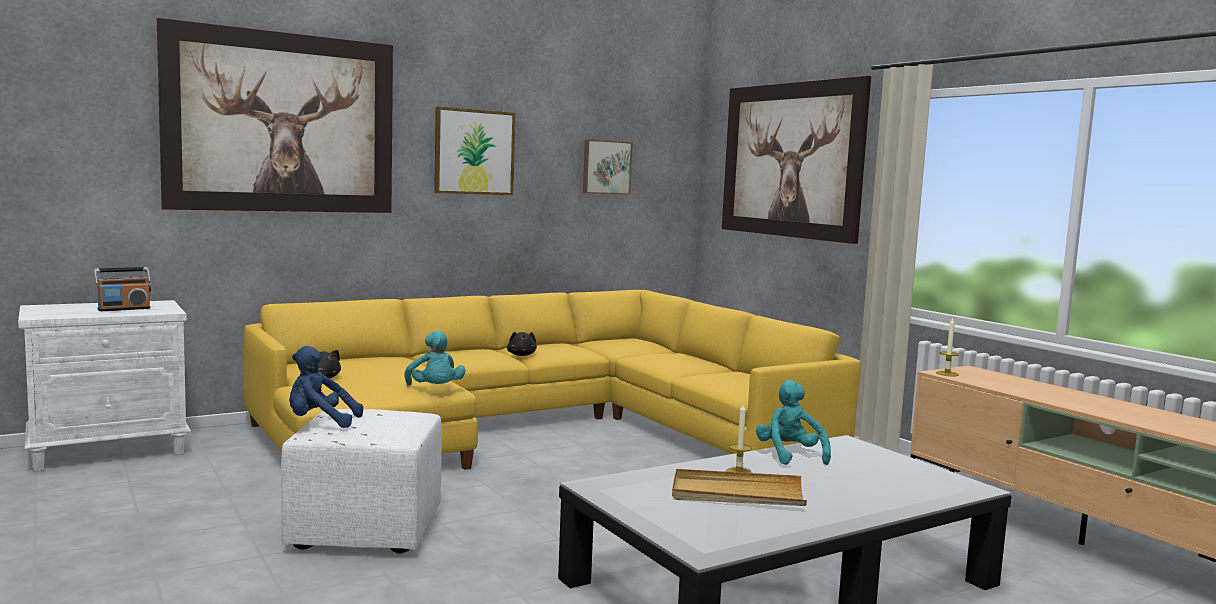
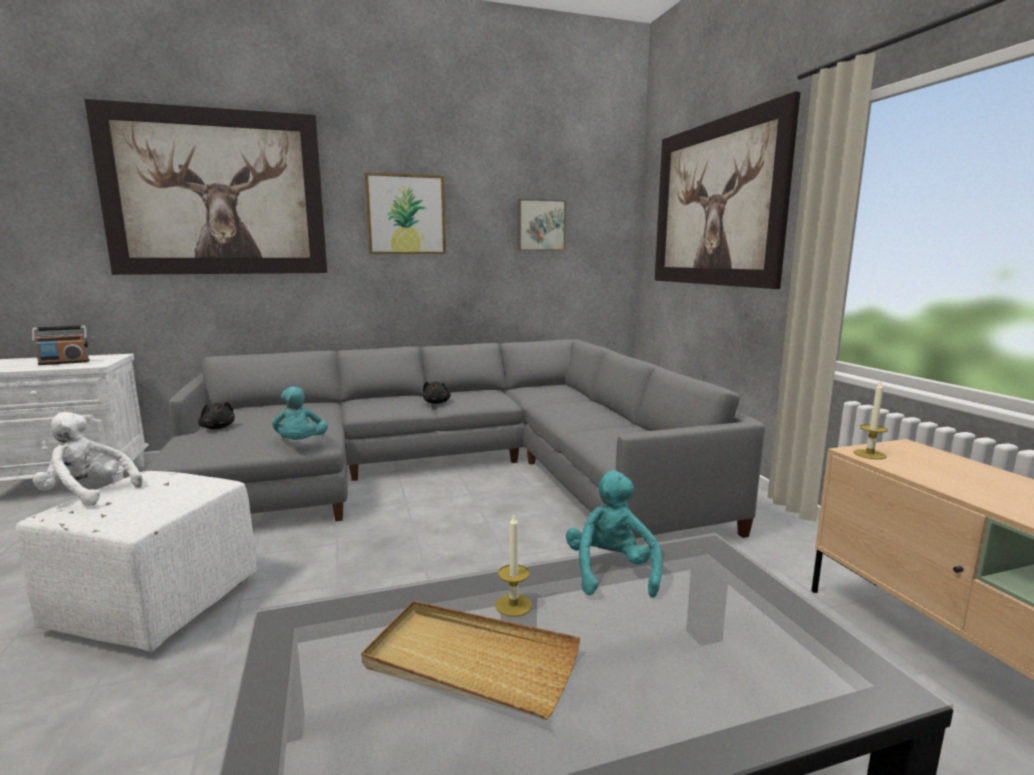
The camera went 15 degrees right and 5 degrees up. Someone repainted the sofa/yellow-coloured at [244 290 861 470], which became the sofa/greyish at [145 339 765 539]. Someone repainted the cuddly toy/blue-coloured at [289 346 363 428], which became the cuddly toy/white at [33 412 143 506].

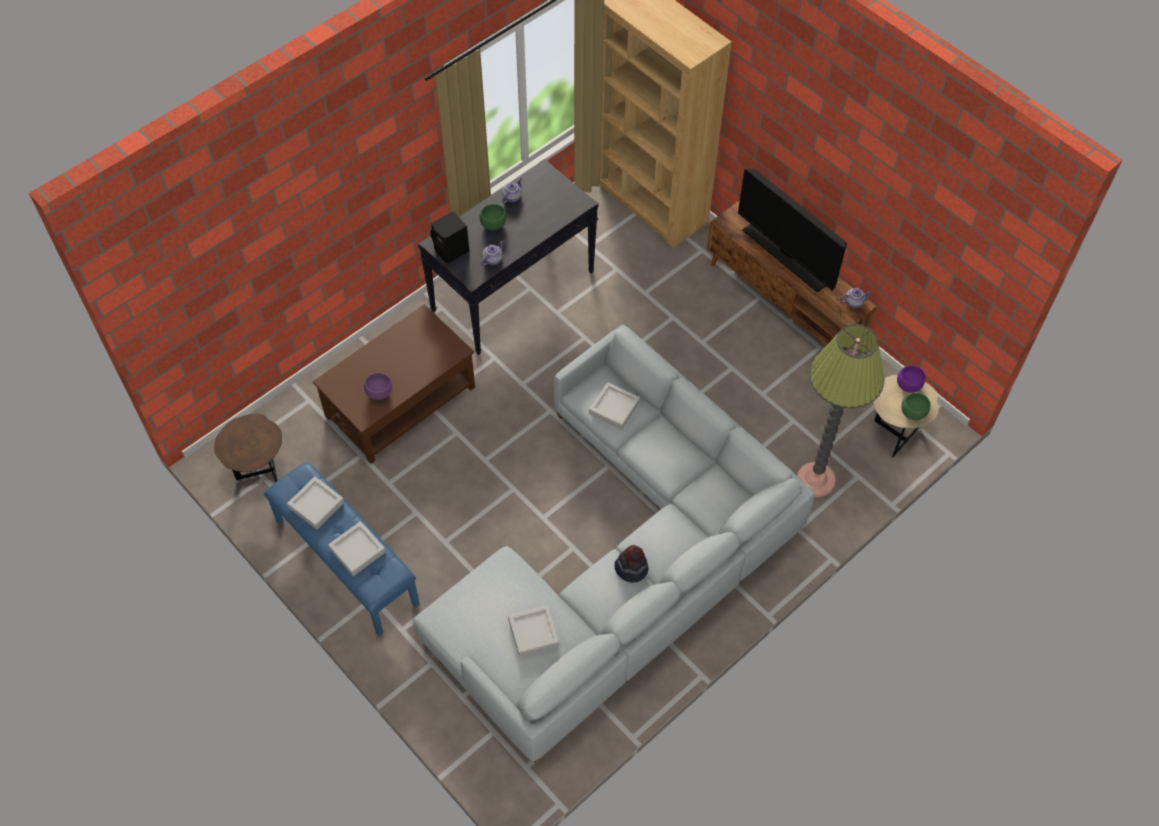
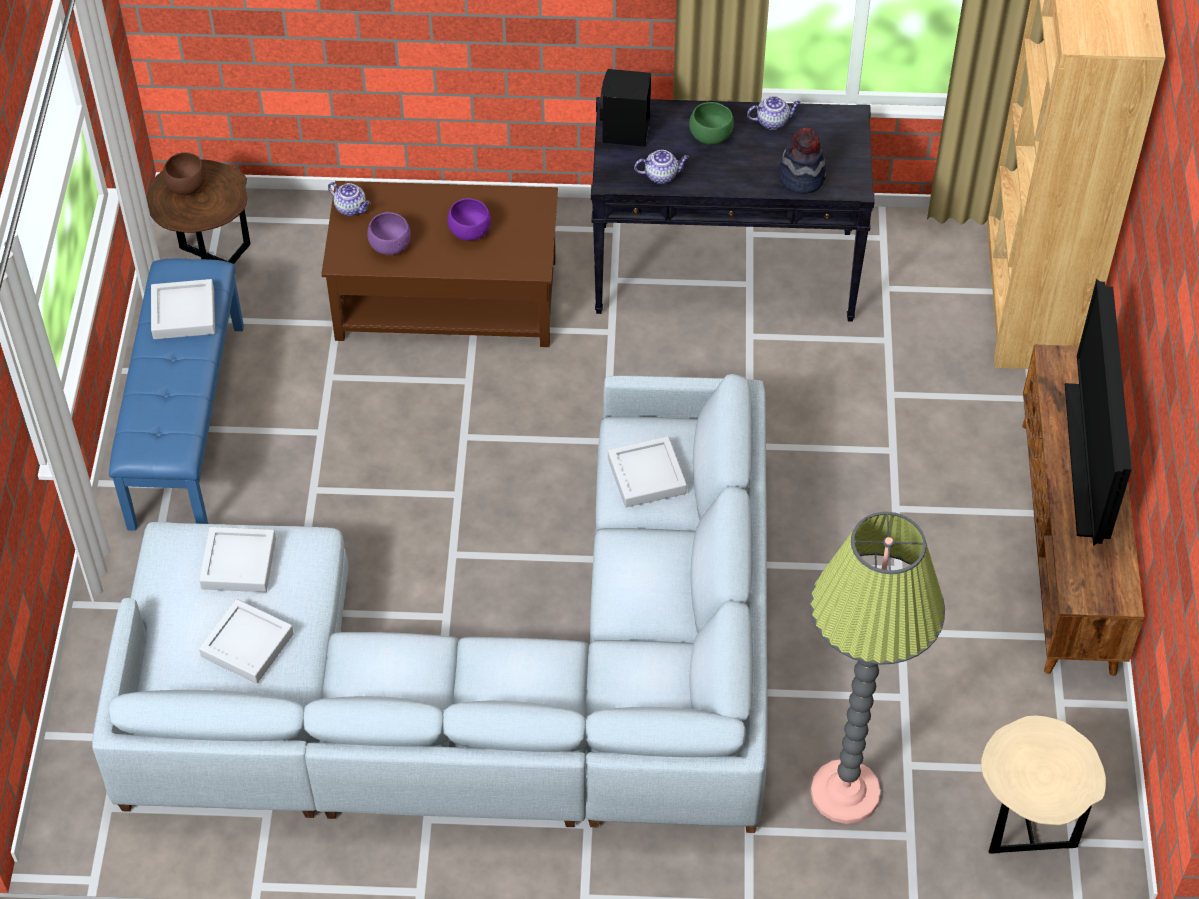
The camera went 45 degrees right and 5 degrees down. Someone carried the tea pot from [840 288 872 308] to [328 182 370 216]. Someone carried the bowl/purple-coloured from [897 366 926 393] to [447 198 491 241]. Someone took away the bowl/green at [901 393 930 420]. Someone carried the tray/greyish from [328 521 386 576] to [199 527 276 592]. Someone carried the wearable hat from [614 545 648 583] to [778 127 826 194]. Someone put down the bowl/brown-coloured at [163 152 206 195].

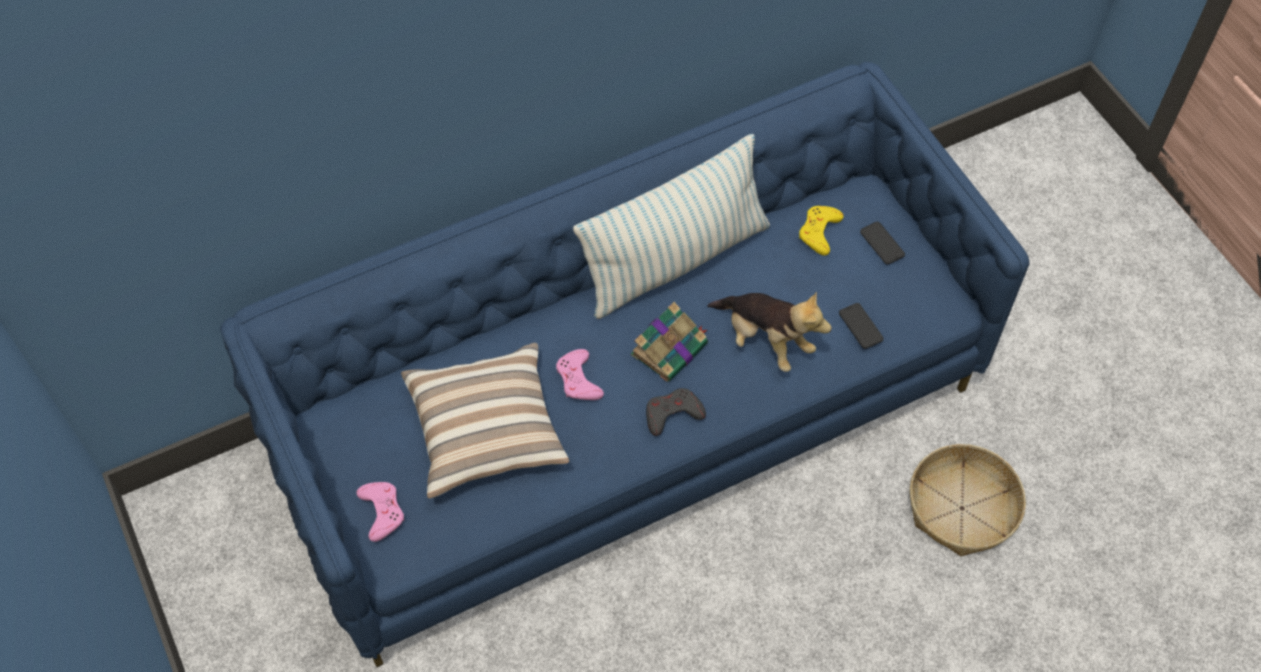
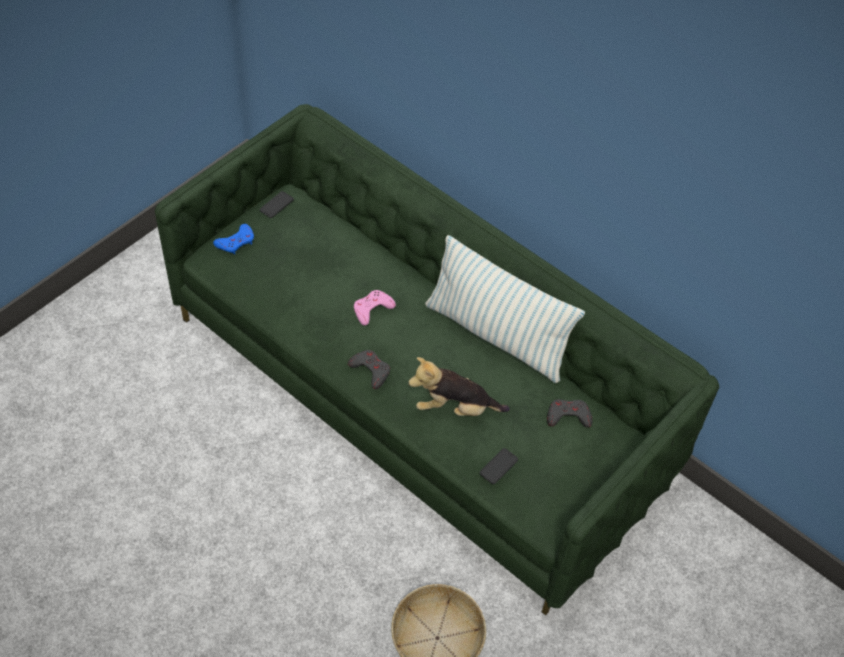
The camera went 65 degrees right and 5 degrees down. Someone repainted the sofa/blue-coloured at [220 62 1030 667], which became the sofa/green at [155 104 719 615]. Someone repainted the gamepad/yellow-coloured at [799 206 844 256], which became the gamepad/greyish at [547 399 593 427]. Someone carried the telephone from [860 222 905 265] to [260 191 294 218]. Someone rotated the cuddly toy at [707 292 832 372] by 75 degrees clockwise. Someone took away the book at [630 302 708 382]. Someone took away the cushion at [401 343 569 498]. Someone repainted the gamepad/pinkish at [356 482 404 542], which became the gamepad/blue-coloured at [213 224 254 255].

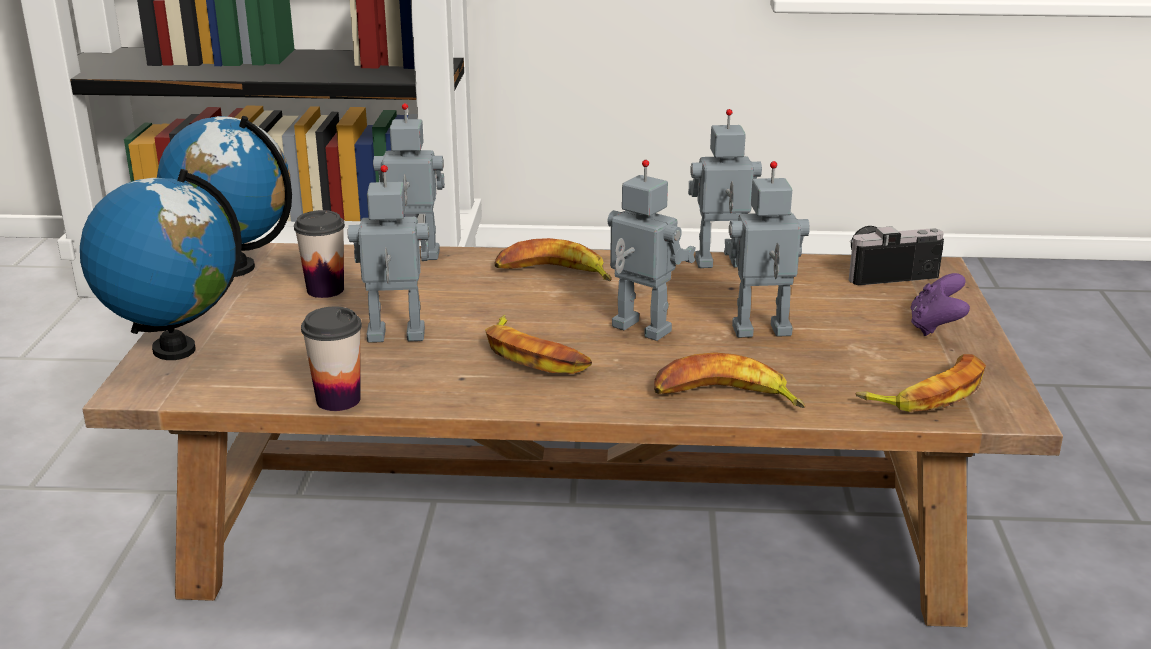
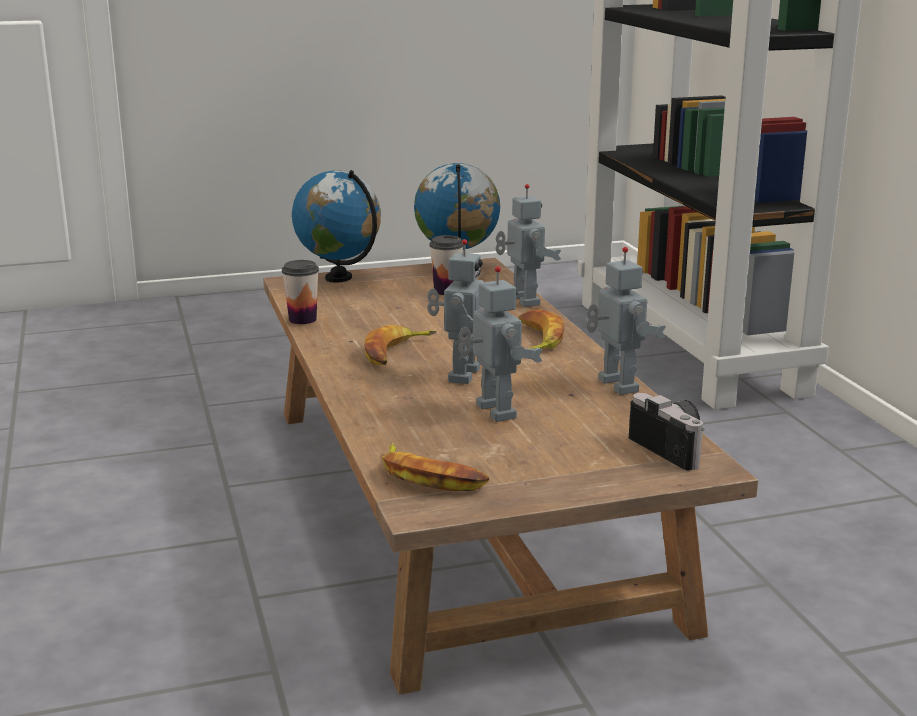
The camera went 70 degrees right and 5 degrees down. Someone took away the model robot at [348 165 429 343]. Someone took away the gamepad/purple-coloured at [910 273 970 336]. Someone took away the whole banana at [654 352 806 408].

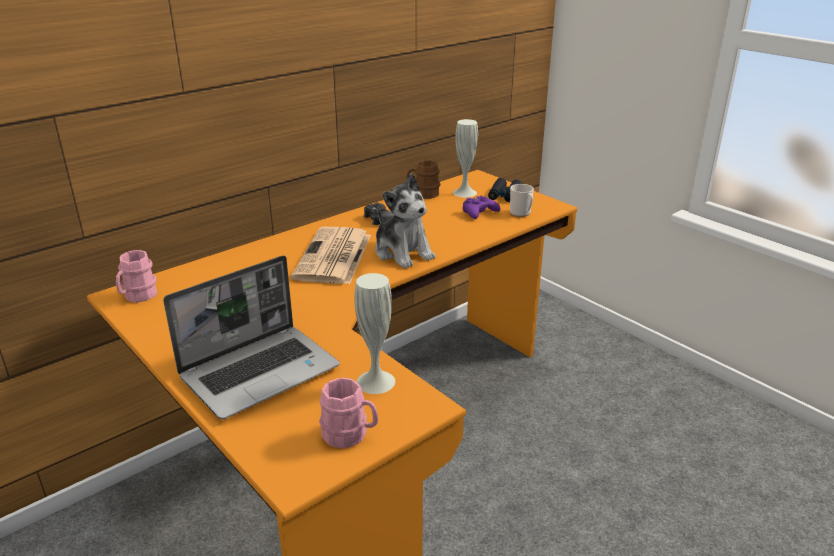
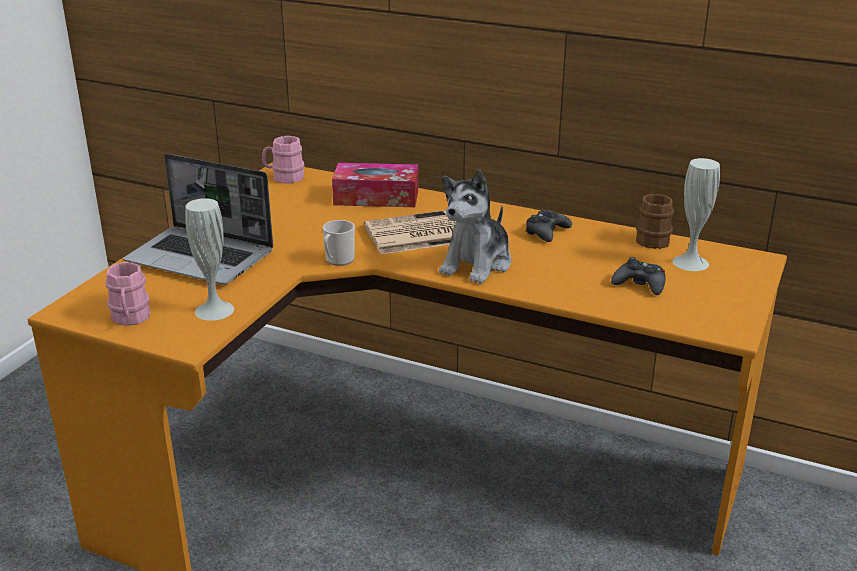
The camera went 65 degrees right and 0 degrees up. Someone took away the binoculars/black-coloured at [488 178 522 202]. Someone carried the mug from [510 184 534 217] to [323 220 355 266]. Someone repainted the gamepad/purple-coloured at [463 196 500 219], which became the gamepad/black-coloured at [611 257 666 295]. Someone put down the tissue holder at [332 163 418 207].

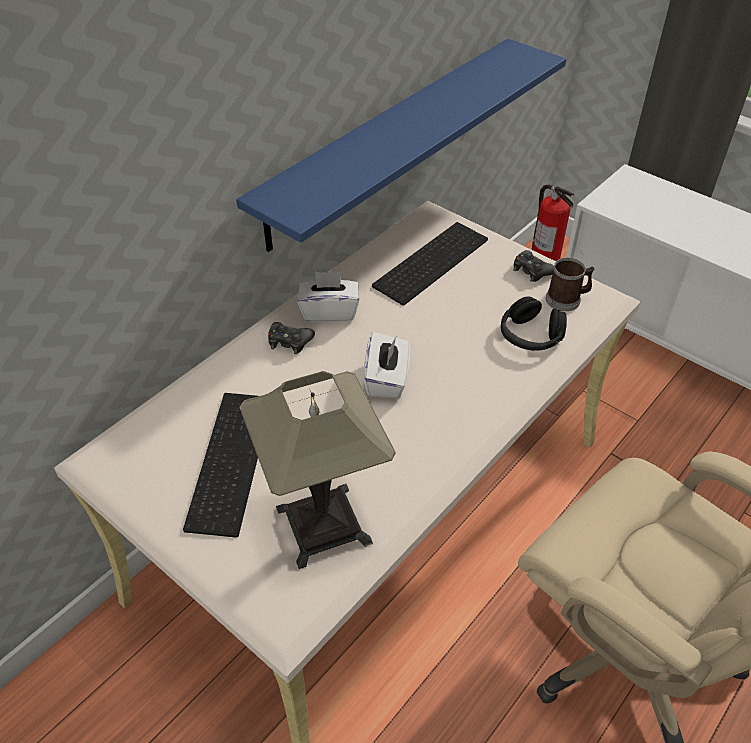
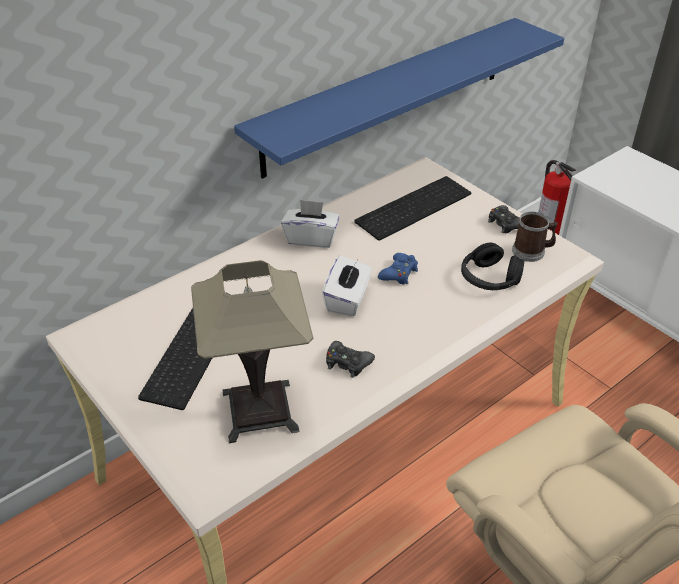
The camera went 10 degrees right and 5 degrees down. Someone carried the gamepad/black-coloured from [268 322 315 354] to [326 341 375 378]. Someone put down the gamepad/blue-coloured at [378 253 418 285].

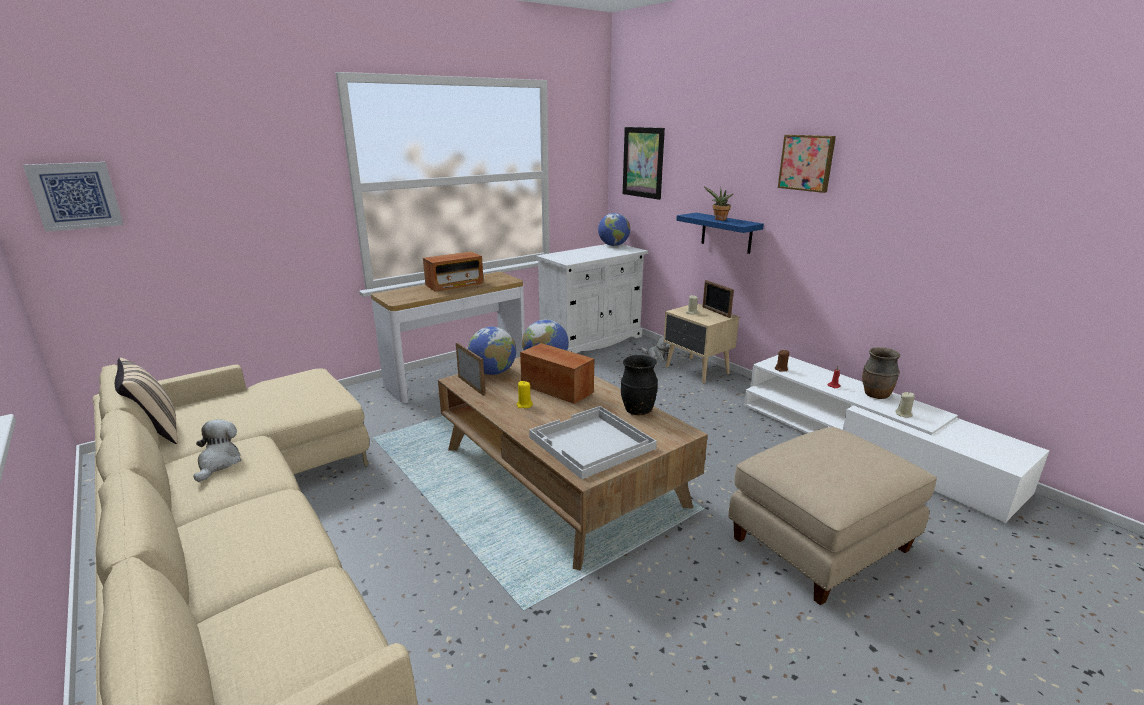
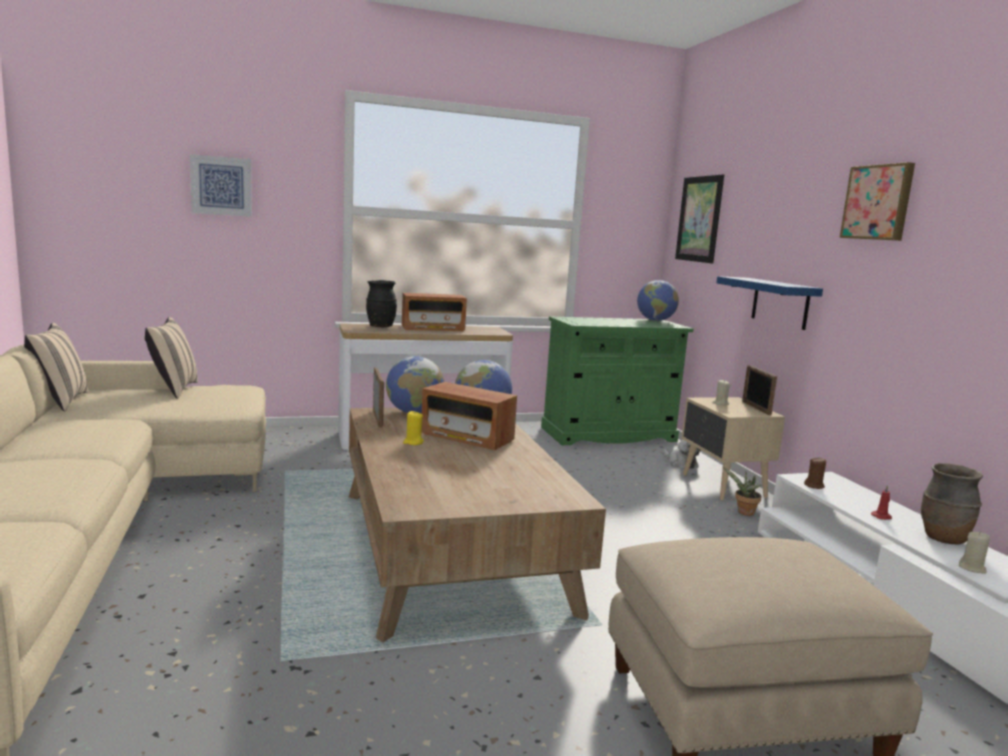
The camera went 20 degrees right and 10 degrees down. Someone carried the wall art from [23 162 124 232] to [190 154 252 217]. Someone carried the potted plant from [704 187 733 220] to [723 467 762 516]. Someone repainted the storage cabinet/white at [536 244 648 353], which became the storage cabinet/green at [541 316 694 445]. Someone rotated the radio receiver at [520 343 594 404] by 150 degrees clockwise. Someone carried the vase/black-coloured from [621 355 658 415] to [366 280 397 327]. Someone took away the tray/white at [529 406 657 479]. Someone took away the cuddly toy at [194 419 241 482]. Someone put down the cushion/beige at [145 317 198 399].

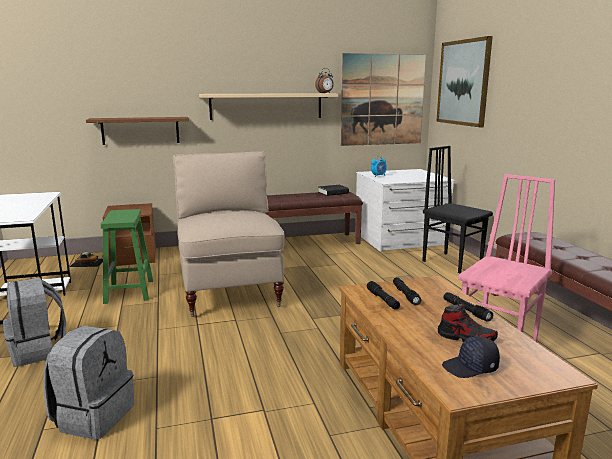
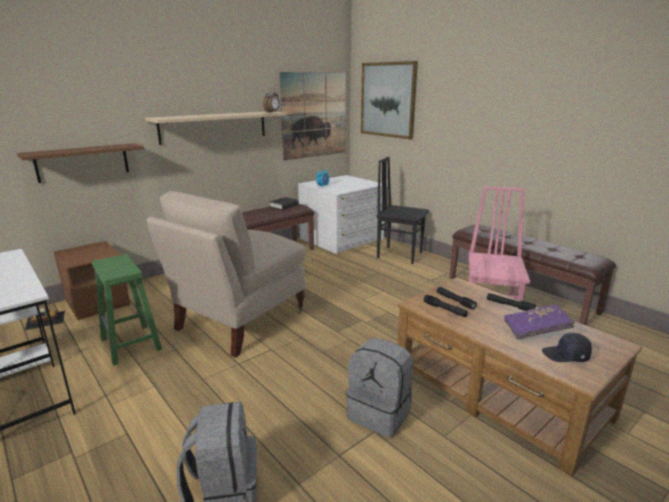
The camera went 25 degrees left and 5 degrees up. Someone rotated the chair/beige at [173 151 285 317] by 105 degrees counterclockwise. Someone carried the backpack/greyish from [3 277 66 367] to [346 338 413 438]. Someone swapped the shoe at [438 303 498 342] for the book/purple-coloured at [504 304 575 340]. Someone rotated the peaked cap/black-coloured at [442 336 500 378] by 45 degrees clockwise.

